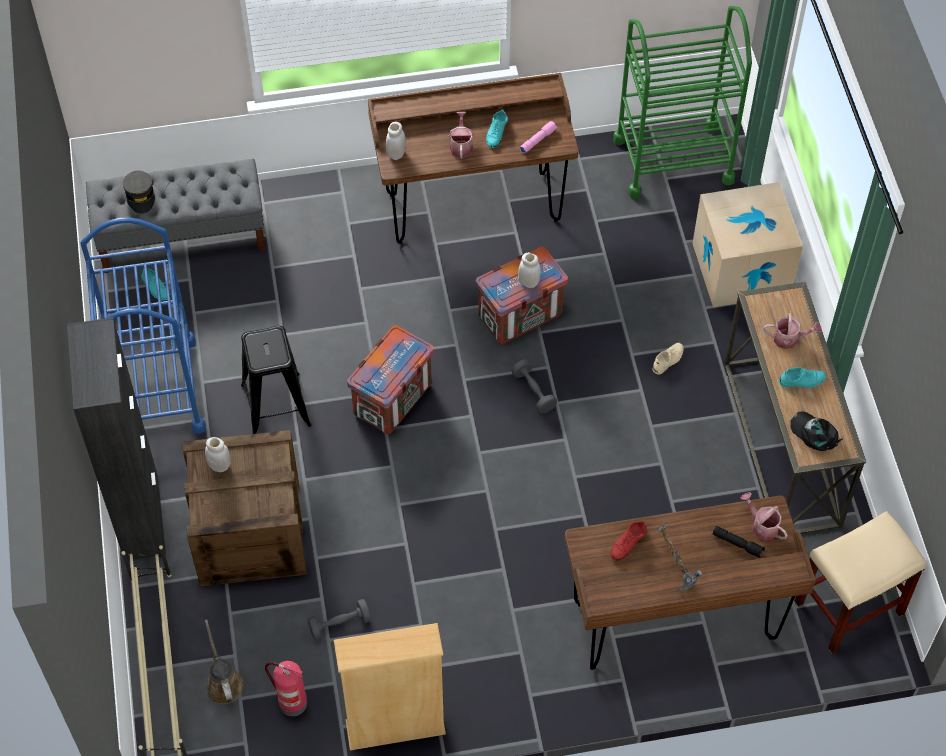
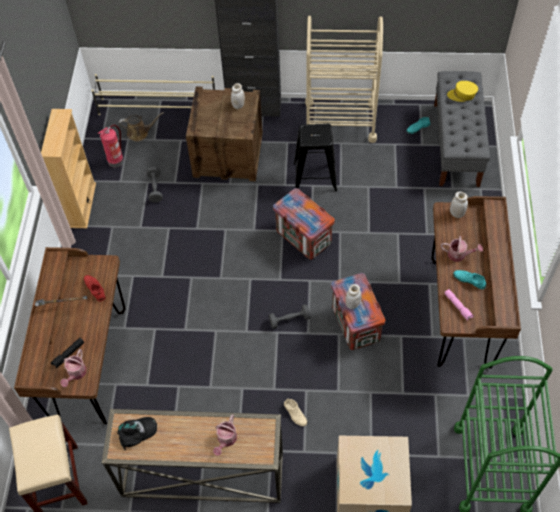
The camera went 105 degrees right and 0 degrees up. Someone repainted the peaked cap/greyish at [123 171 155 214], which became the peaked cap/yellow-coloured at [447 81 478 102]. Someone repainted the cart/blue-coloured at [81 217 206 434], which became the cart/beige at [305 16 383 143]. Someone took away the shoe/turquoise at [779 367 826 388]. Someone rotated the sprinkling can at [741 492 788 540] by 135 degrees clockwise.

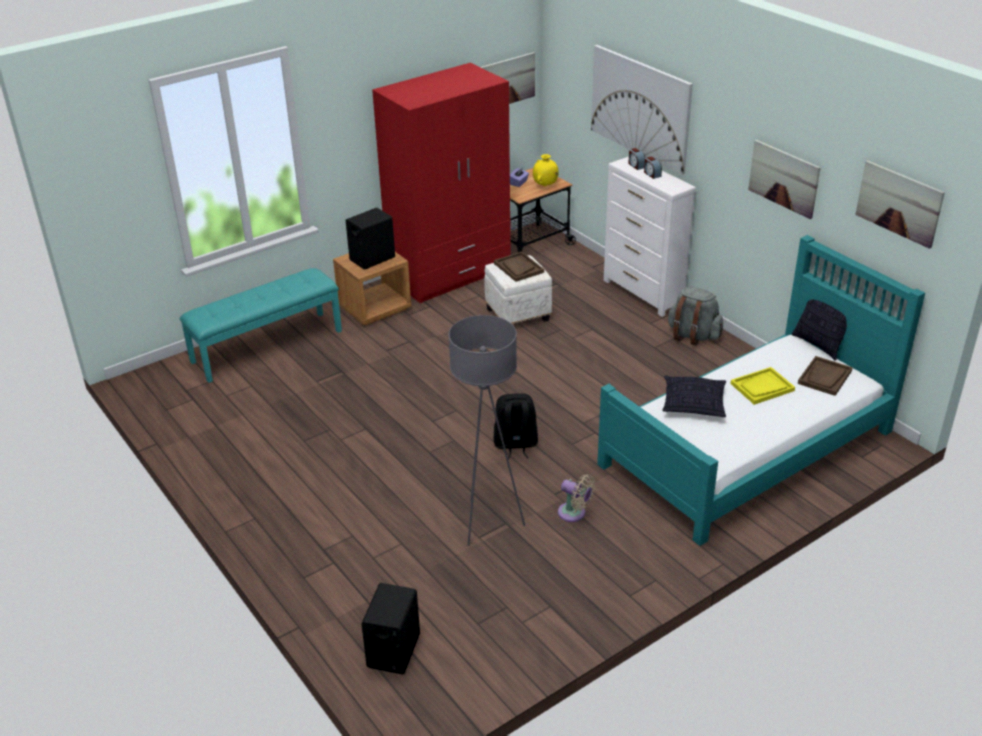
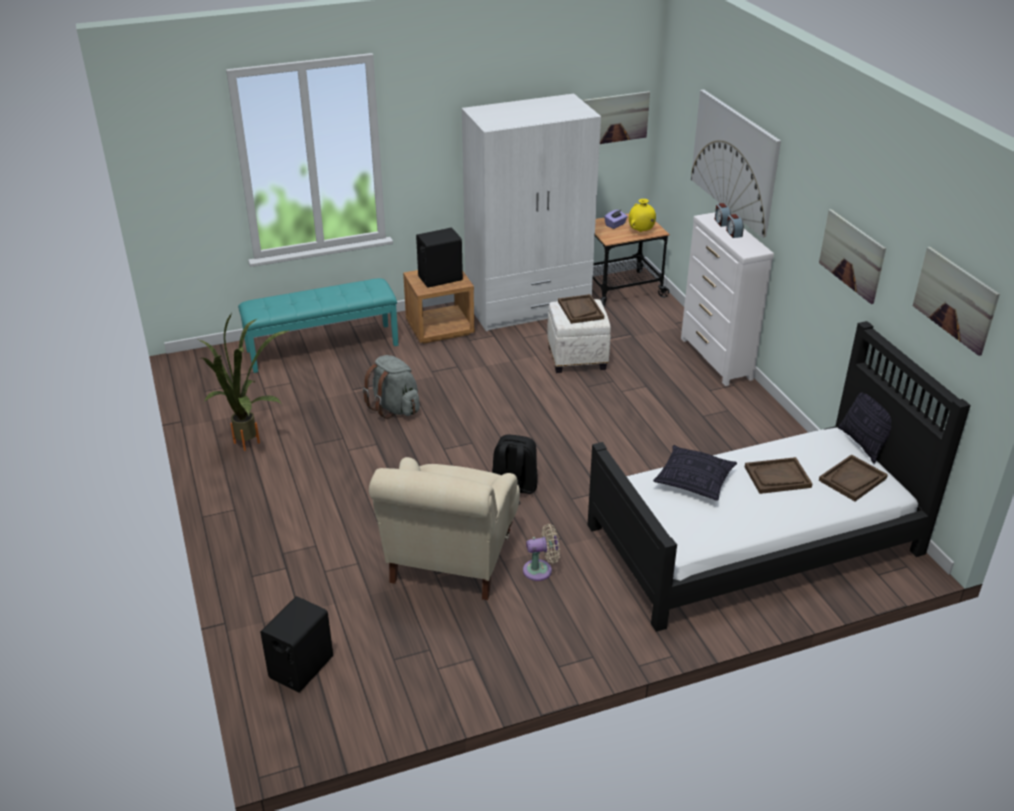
The camera went 15 degrees right and 0 degrees up. Someone repainted the clothes cupboard/red at [372 63 511 304], which became the clothes cupboard/white at [462 94 601 331]. Someone repainted the sleeping bed/turquoise at [597 235 925 546], which became the sleeping bed/black-coloured at [588 321 970 632]. Someone carried the backpack/greyish from [668 287 723 345] to [363 355 420 419]. Someone swapped the standing lamp/greyish at [448 315 525 546] for the lounge chair/beige at [369 457 520 600]. Someone repainted the tray/yellow-coloured at [730 367 795 405], which became the tray/brown-coloured at [745 457 813 494]. Someone rotated the electric fan/beige at [558 474 595 522] by 60 degrees counterclockwise. Someone put down the potted plant at [199 313 291 451].

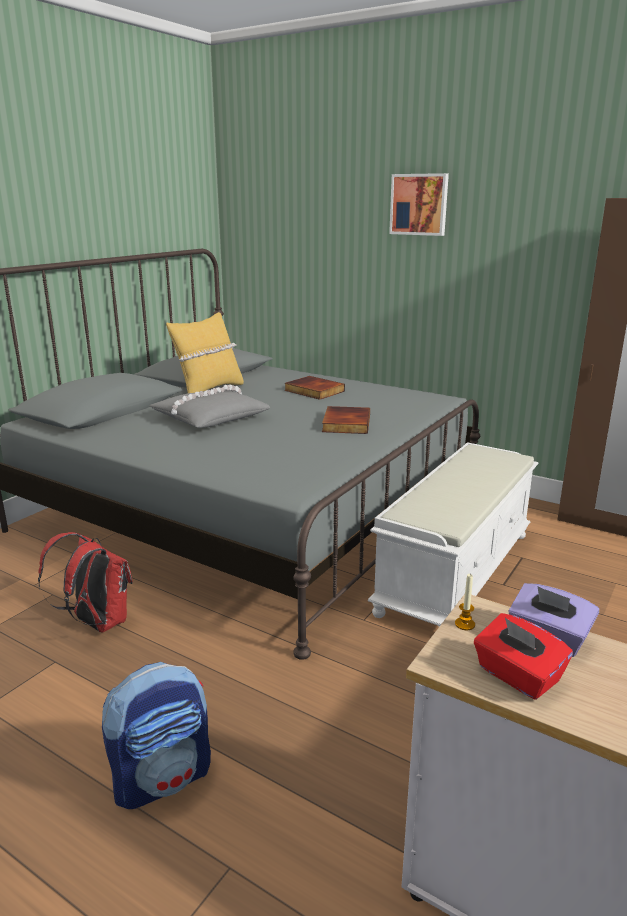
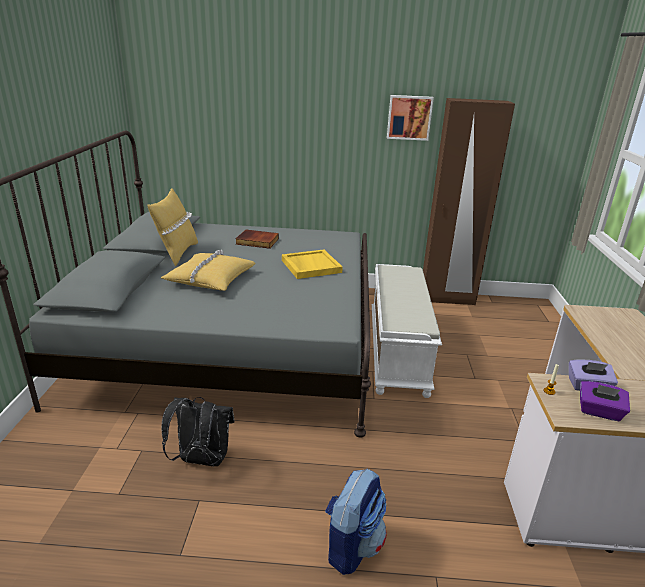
The camera went 30 degrees left and 5 degrees up. Someone carried the wall art from [389 173 449 236] to [387 95 434 141]. Someone repainted the cushion/greyish at [149 385 270 428], which became the cushion/yellow-coloured at [161 250 256 291]. Someone swapped the book at [322 406 370 434] for the tray/yellow-coloured at [282 249 343 279]. Someone repainted the backpack/red at [38 532 133 633], which became the backpack/black-coloured at [161 397 235 466]. Someone repainted the tissue holder/red at [474 613 573 700], which became the tissue holder/purple-coloured at [580 381 630 421].

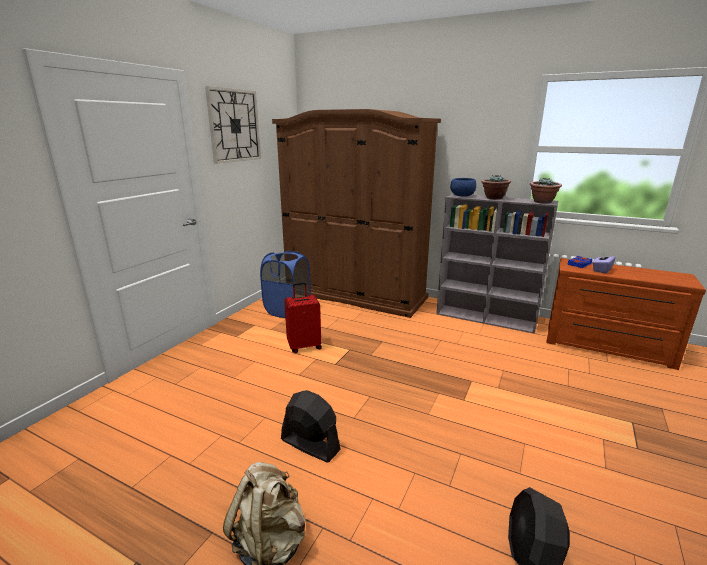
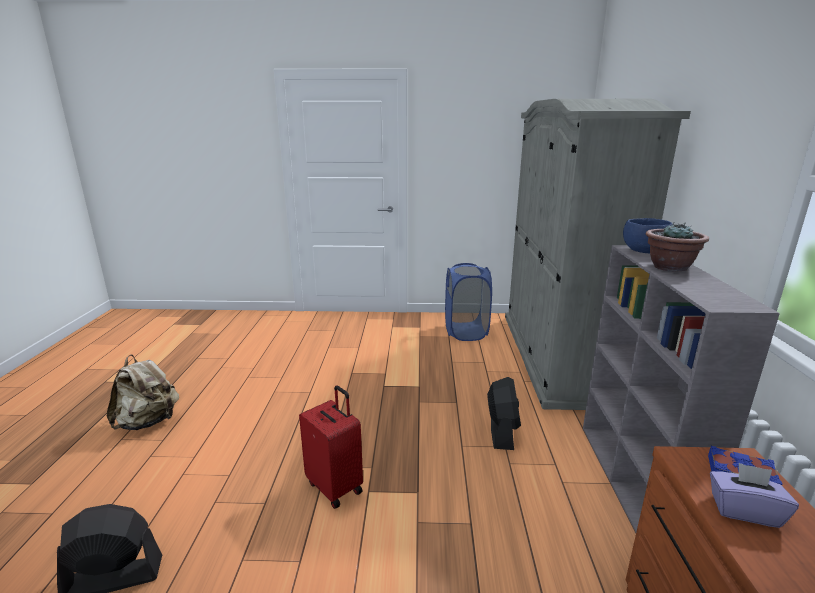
The camera went 65 degrees right and 0 degrees up. Someone took away the clock on the wall at [205 86 261 164]. Someone repainted the clothes cupboard/brown-coloured at [272 109 441 318], which became the clothes cupboard/greyish at [505 99 691 410]. Someone took away the potted plant at [530 177 562 204]. Someone carried the travel case/red from [284 282 322 353] to [299 385 363 509]. Someone carried the electric fan/black-coloured from [281 390 341 463] to [487 377 521 450].

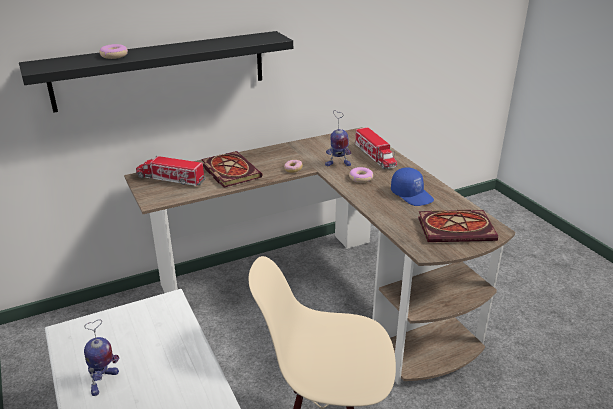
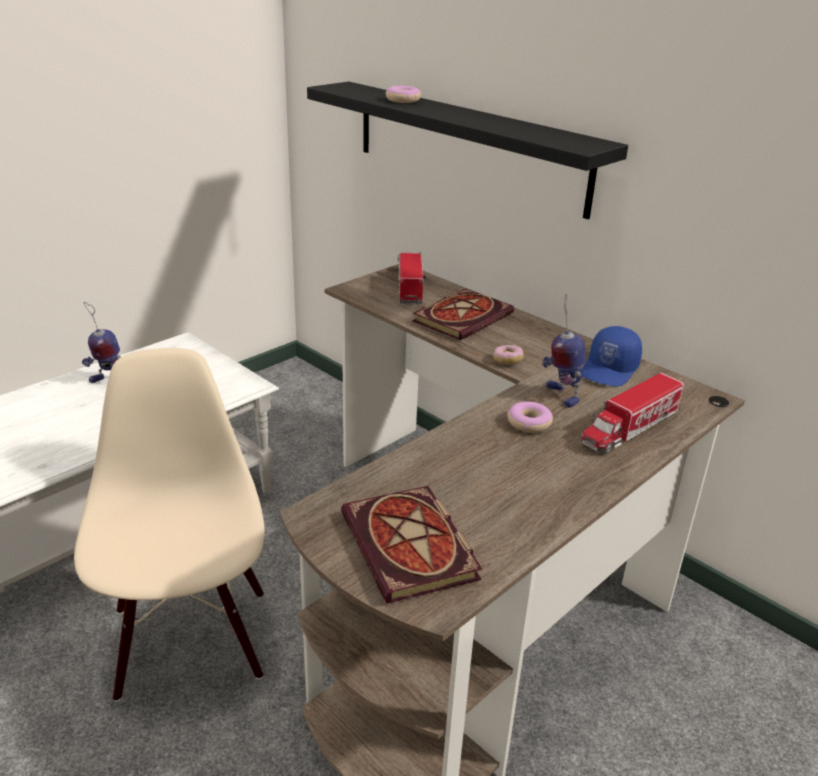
The camera went 70 degrees right and 0 degrees up. Someone carried the peaked cap/blue-coloured from [391 167 434 206] to [582 326 642 386].

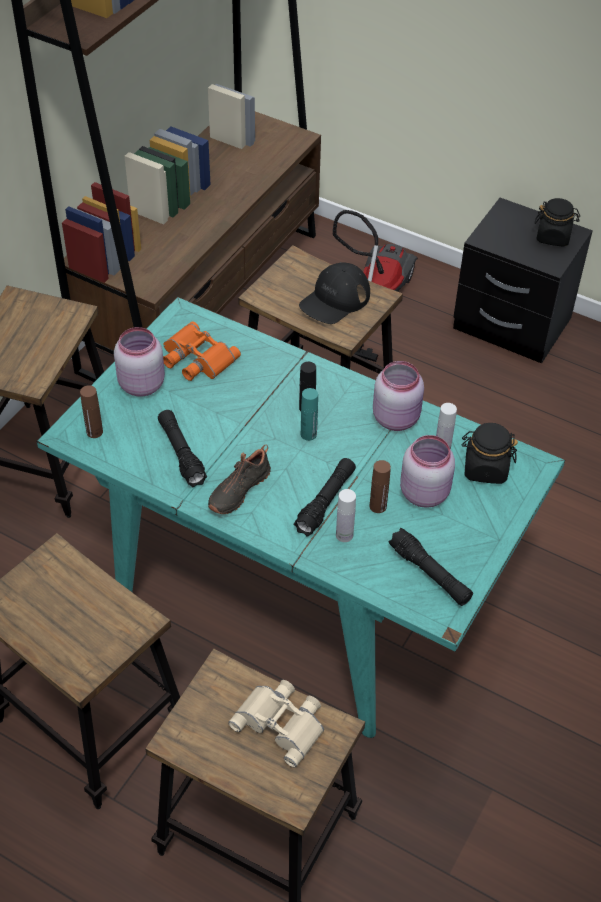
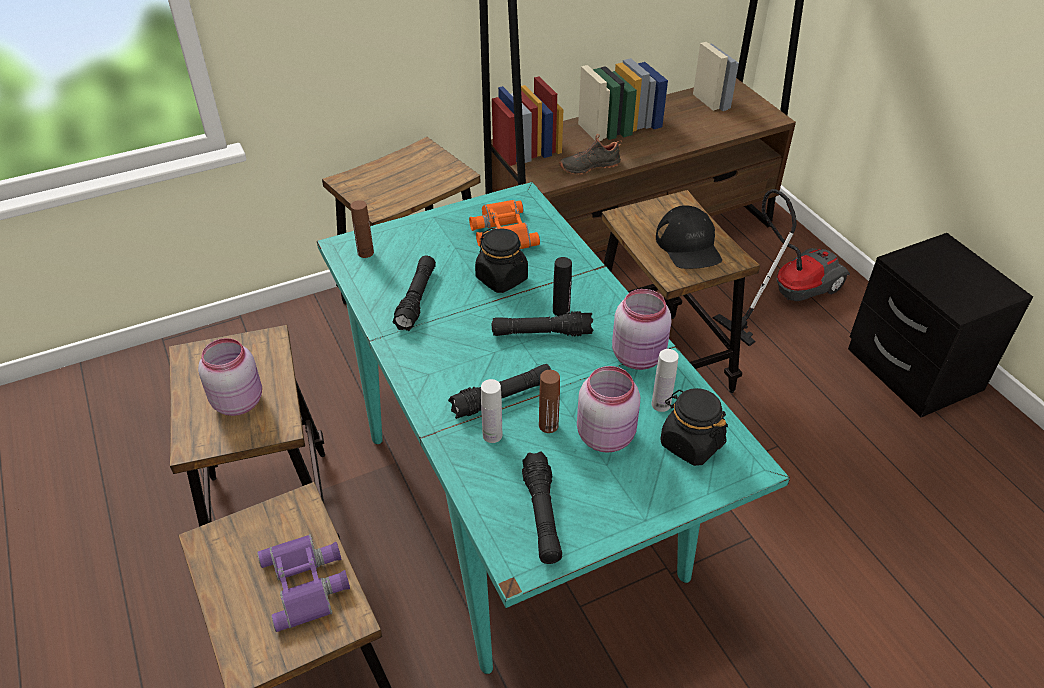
The camera went 35 degrees right and 5 degrees down. Someone carried the storage jar/black-coloured from [534 198 580 247] to [475 228 528 293]. Someone rotated the peaked cap/black-coloured at [299 262 370 324] by 90 degrees counterclockwise. Someone carried the storage jar/pinkish from [114 327 165 397] to [198 338 262 416]. Someone swapped the bottle/turquoise at [301 388 318 441] for the torch/black-coloured at [492 311 593 336]. Someone carried the shoe/black-coloured from [208 445 271 514] to [559 134 622 175]. Someone repainted the binoculars/beige at [228 680 324 768], which became the binoculars/purple-coloured at [257 534 350 632].

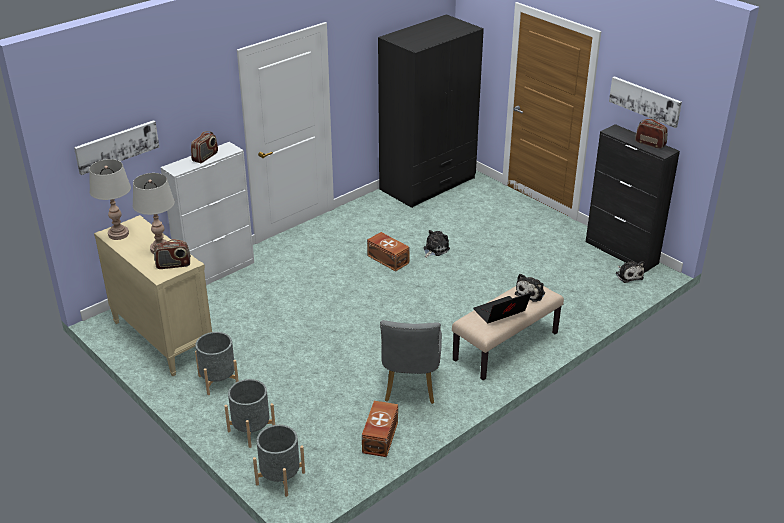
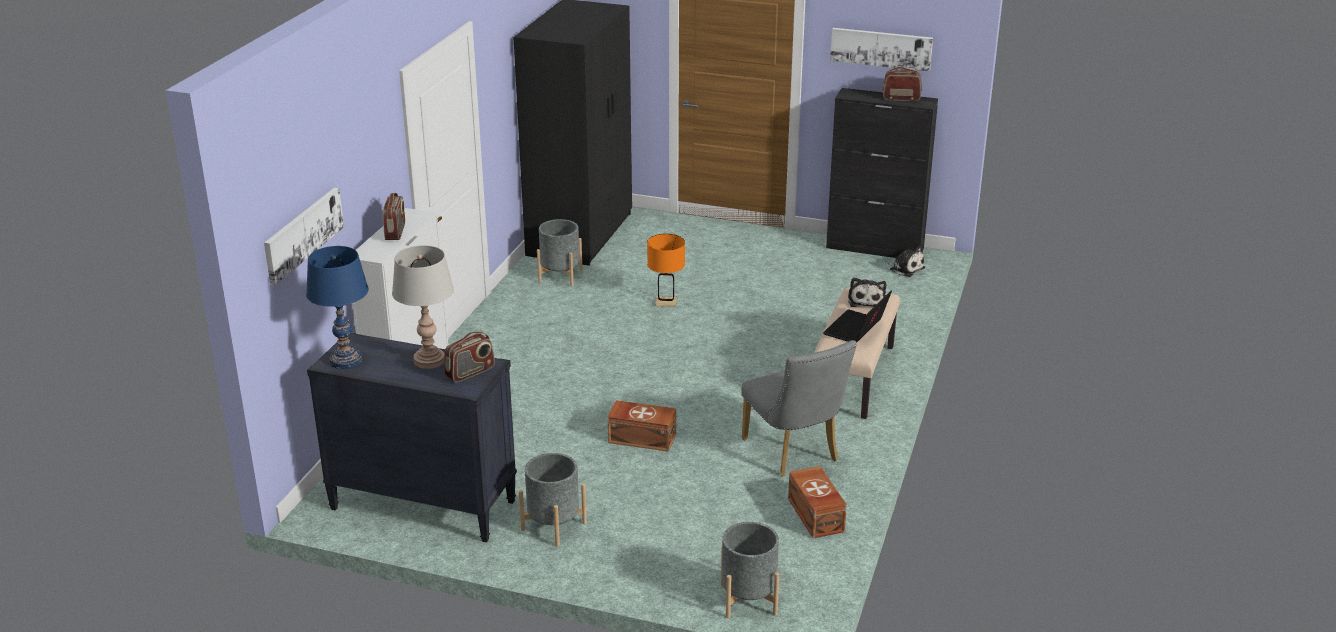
The camera went 30 degrees left and 5 degrees down. Someone repainted the lamp for a table/greyish at [89 159 131 240], which became the lamp for a table/blue-coloured at [306 246 369 369]. Someone repainted the chest of drawers/beige at [94 215 212 376], which became the chest of drawers/black-coloured at [307 333 517 542]. Someone swapped the cuddly toy at [423 230 450 258] for the lamp for a table/orange at [647 234 685 307]. Someone carried the storage box/brown-coloured from [367 232 410 271] to [607 400 676 452]. Someone carried the planter/greyish from [224 379 275 448] to [537 219 583 286].

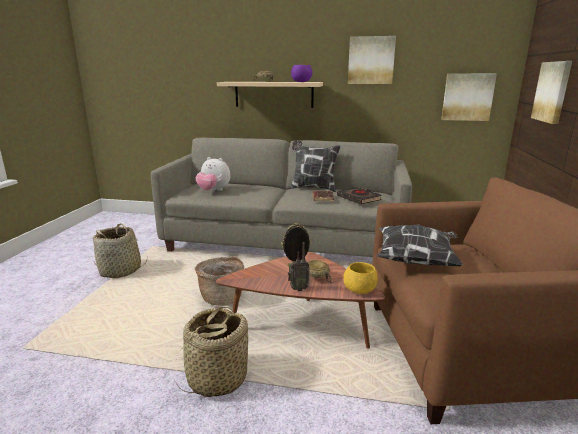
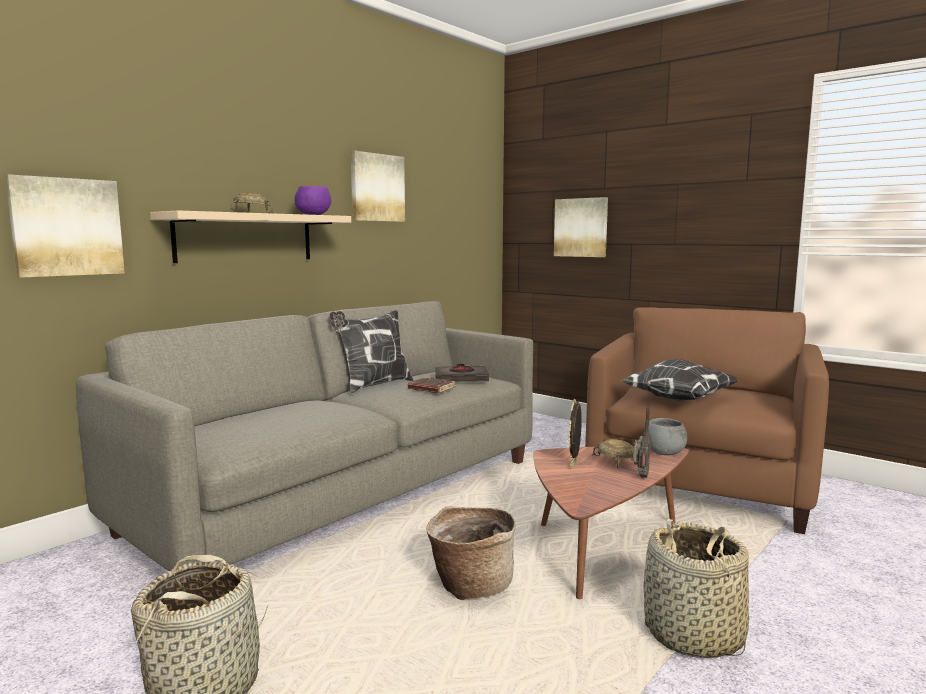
The camera went 60 degrees left and 10 degrees down. Someone carried the wall art from [441 73 497 121] to [5 174 125 278]. Someone took away the cuddly toy at [196 157 230 191]. Someone repainted the bowl/yellow-coloured at [343 262 378 294], which became the bowl/greyish at [649 418 687 455].

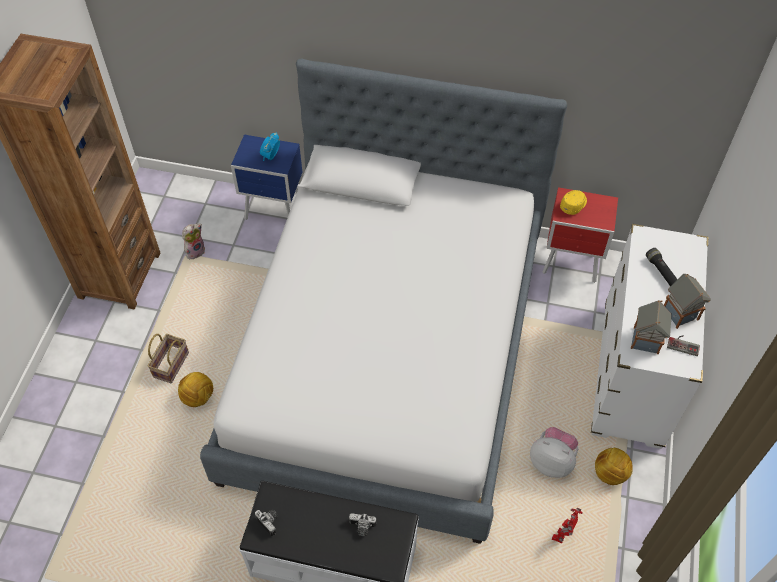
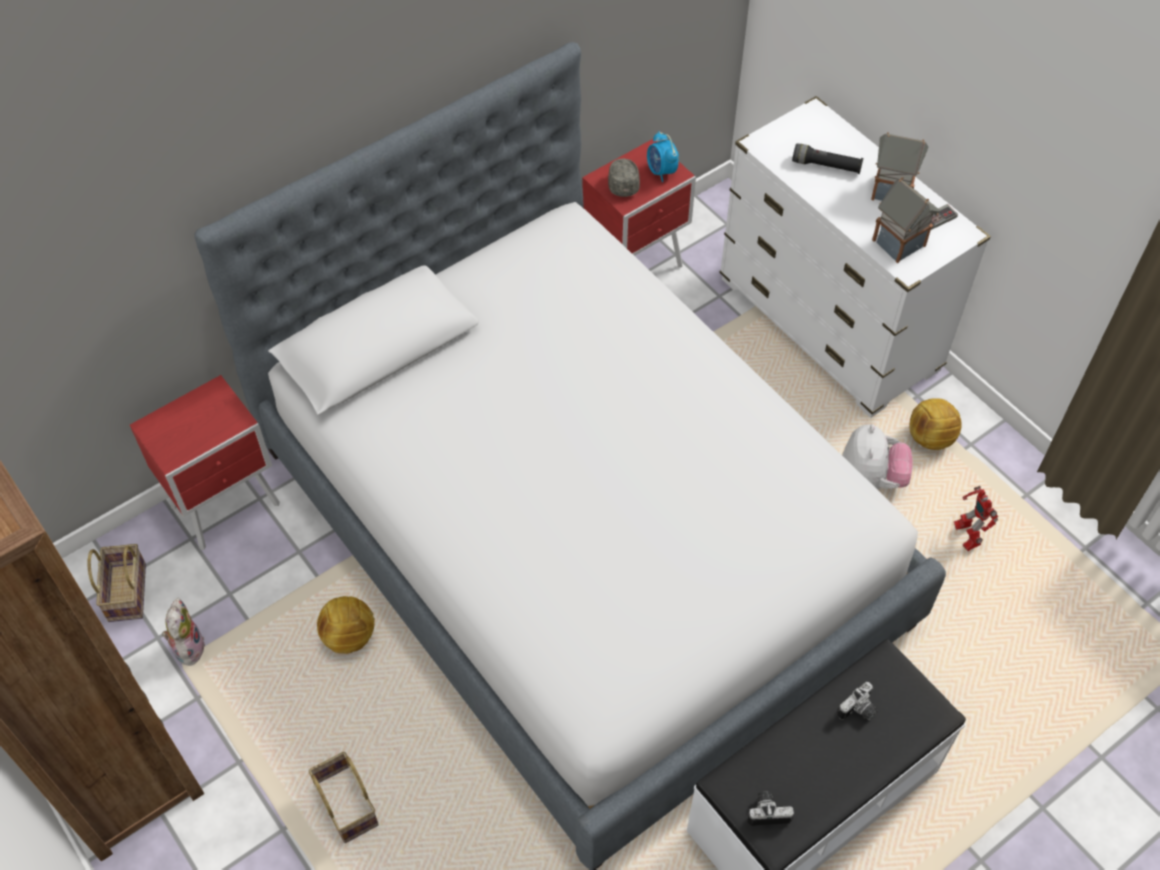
The camera went 50 degrees left and 0 degrees up. Someone carried the table clock from [260 133 280 161] to [647 131 679 182]. Someone repainted the nightstand/blue-coloured at [231 135 302 220], which became the nightstand/red at [130 375 280 550]. Someone repainted the peaked cap/yellow-coloured at [560 190 587 215], which became the peaked cap/greyish at [608 159 640 197]. Someone carried the football ball from [178 372 213 407] to [317 596 375 654]. Someone rotated the cuddly toy at [530 427 578 478] by 120 degrees clockwise. Someone put down the storage basket at [87 544 146 622].

